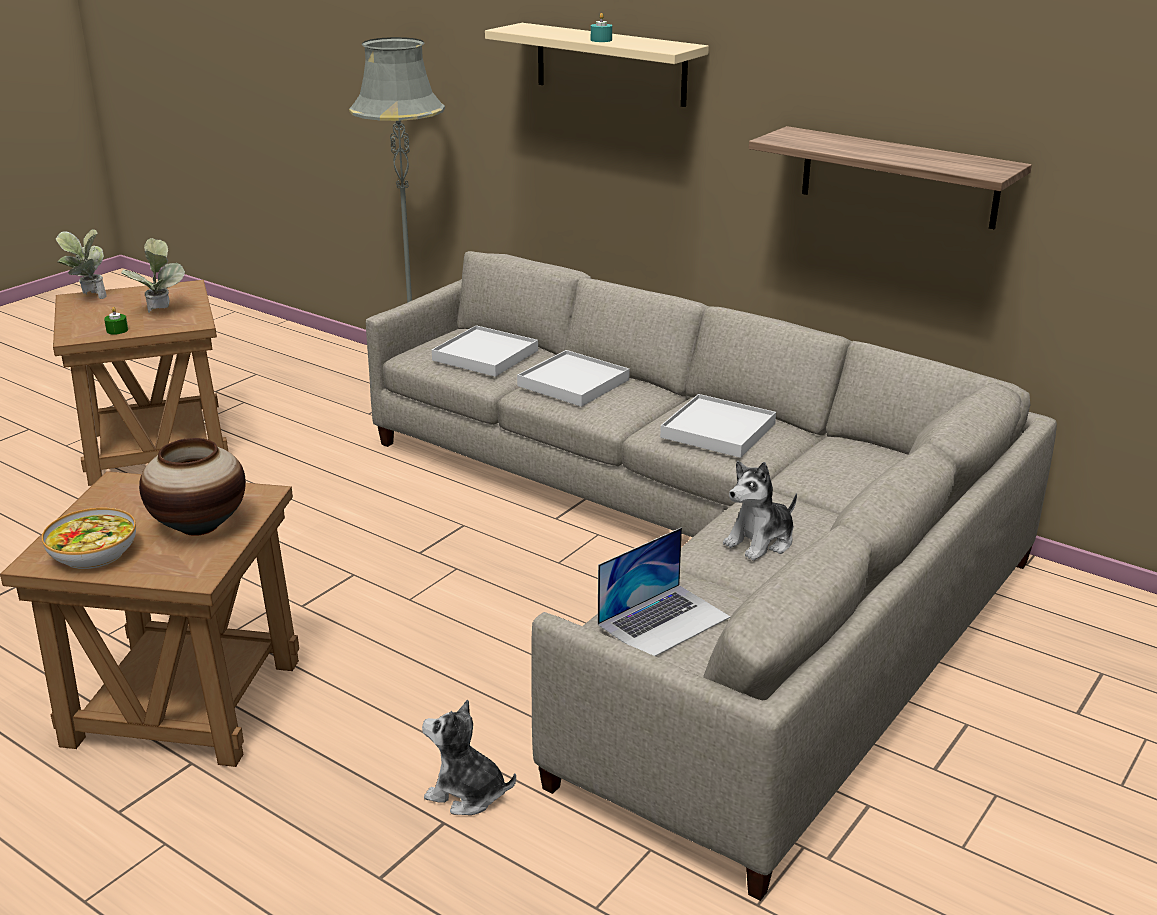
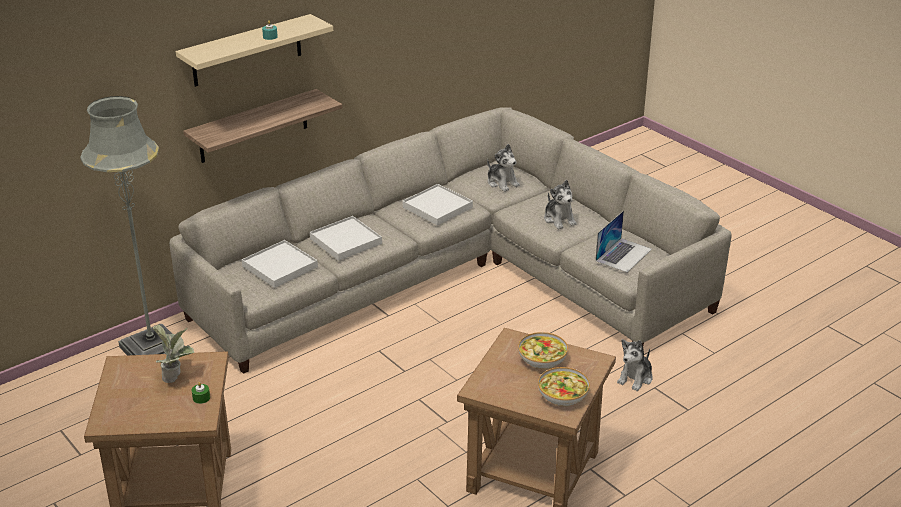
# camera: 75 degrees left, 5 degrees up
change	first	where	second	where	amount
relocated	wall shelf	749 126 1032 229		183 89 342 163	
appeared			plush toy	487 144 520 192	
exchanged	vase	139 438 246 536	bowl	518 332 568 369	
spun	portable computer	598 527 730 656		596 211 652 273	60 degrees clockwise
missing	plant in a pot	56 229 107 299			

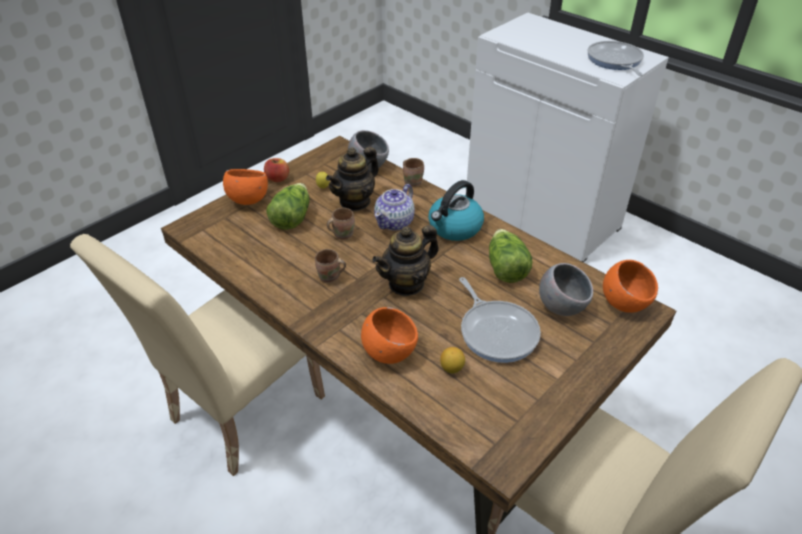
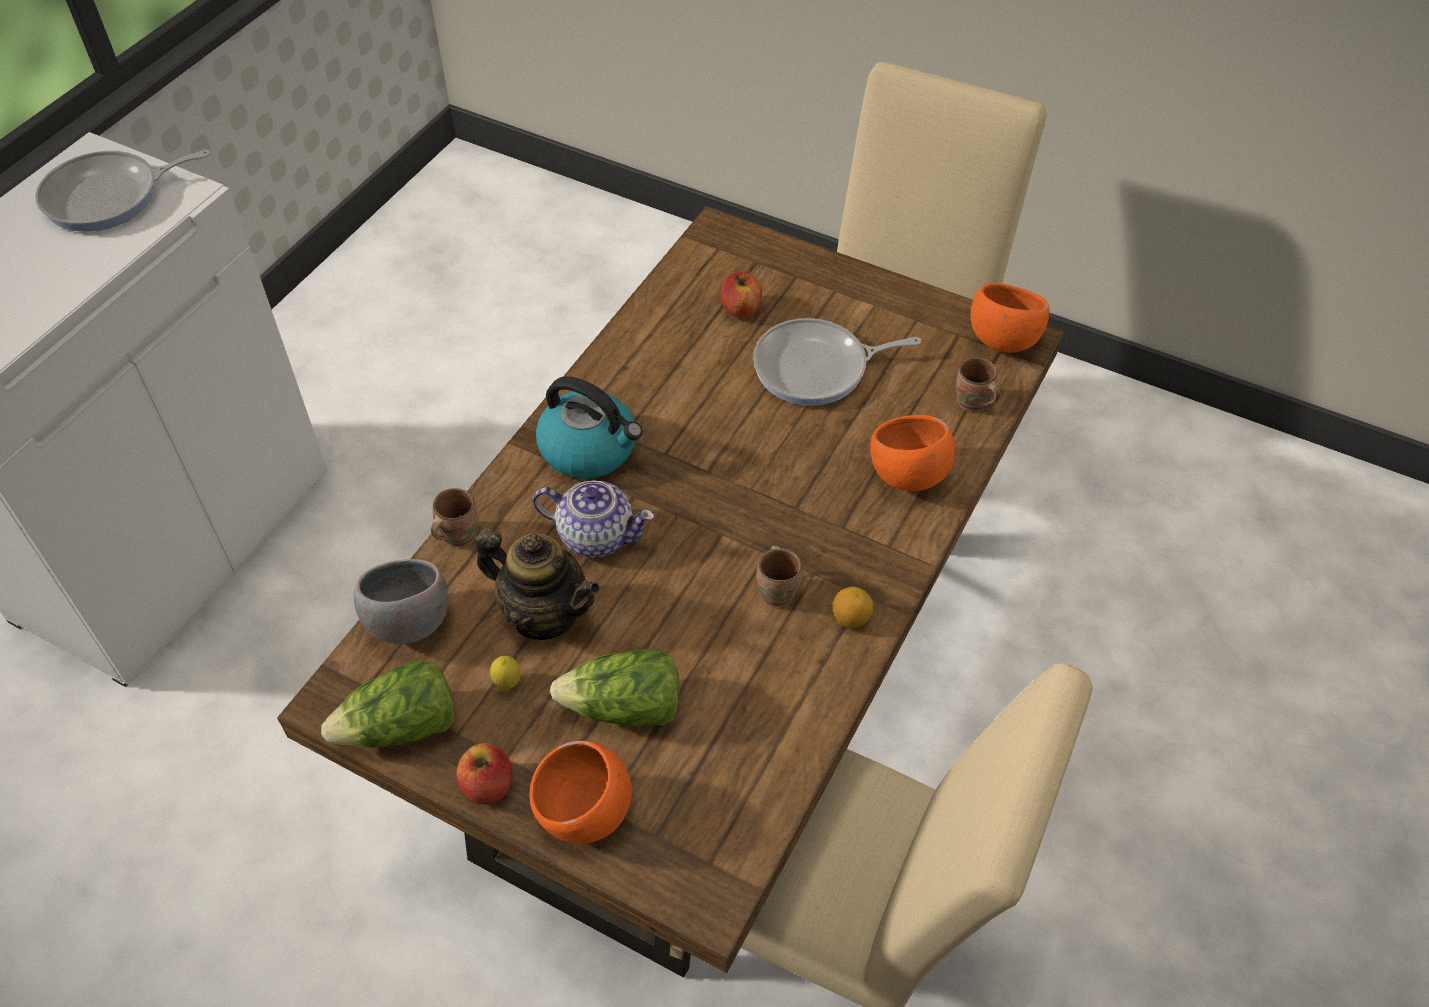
# camera: 105 degrees left, 10 degrees up
change	first	where	second	where	amount
relocated	lettuce head	489 229 532 283		321 660 454 748	
exchanged	greyish bowl	539 263 593 316	whole apple	721 271 762 318	
spun	pan	459 277 541 363		753 318 921 406	150 degrees counterclockwise
relocated	citrus fruit	440 347 465 373		833 587 873 628	
relocated	brown-coloured mug	327 208 355 240		956 357 1000 412	
relocated	orange bowl	603 260 658 313		971 283 1050 353	
missing	teapot	372 225 439 297			

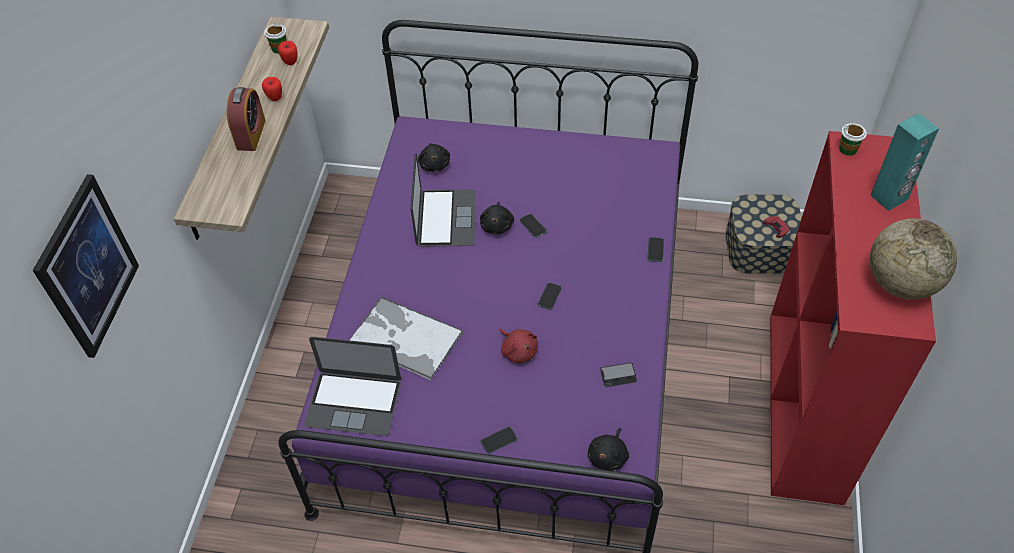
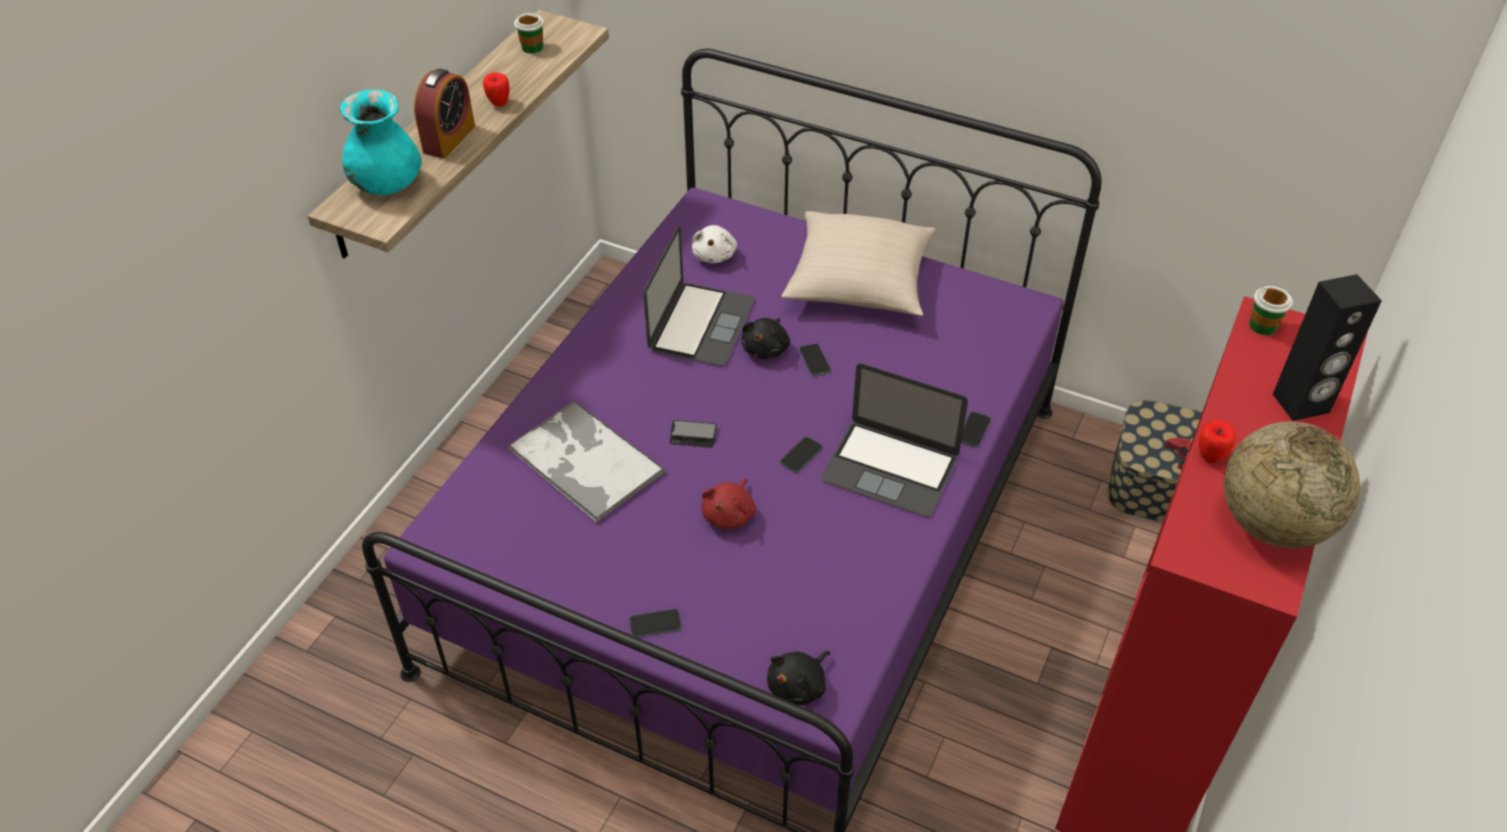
# camera: 15 degrees right, 5 degrees down
change	first	where	second	where	amount
appeared			turquoise vase	340 89 422 195	
relocated	telephone	600 362 637 387		669 420 717 448	
colour	black plush toy	418 143 450 172	white-coloured plush toy	692 225 737 263	
spun	reddish plush toy	500 329 538 363		701 479 756 529	45 degrees clockwise
appeared			beige pillow	781 211 936 316	
relocated	portable computer	304 337 401 436		821 363 968 517	
relocated	whole apple	278 41 298 65		1199 420 1236 463	
colour	turquoise audio speaker	870 113 939 211	black audio speaker	1273 274 1382 421	
missing	picture	32 174 139 358			

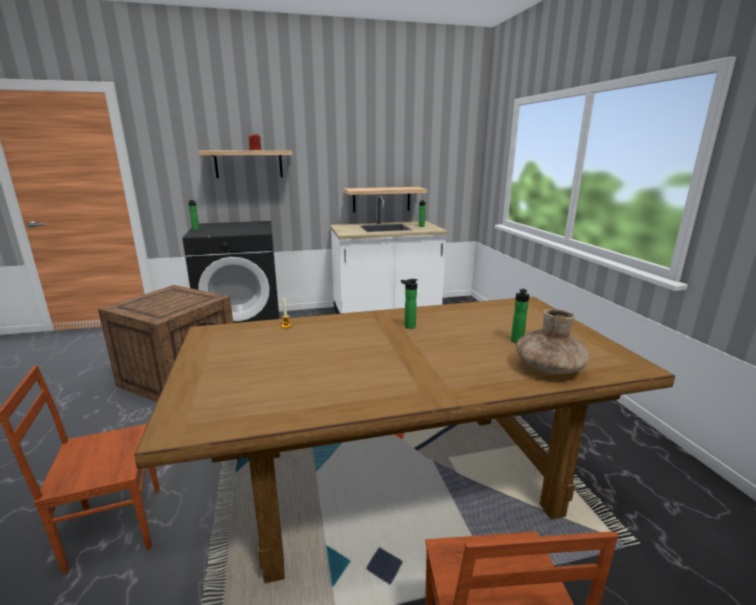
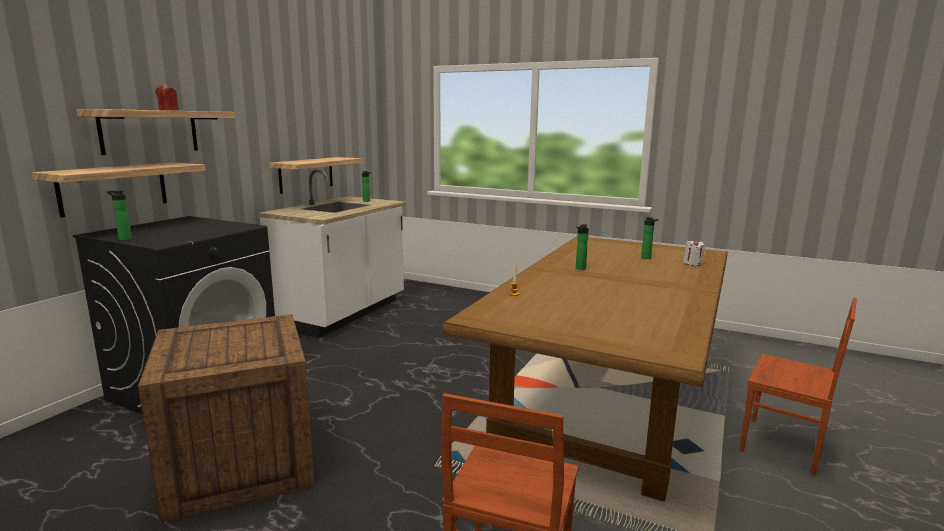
# camera: 50 degrees left, 5 degrees down
change	first	where	second	where	amount
appeared			wall shelf	32 162 205 217	
exchanged	brown-coloured vase	516 309 590 374	white-coloured candle	683 239 705 266	

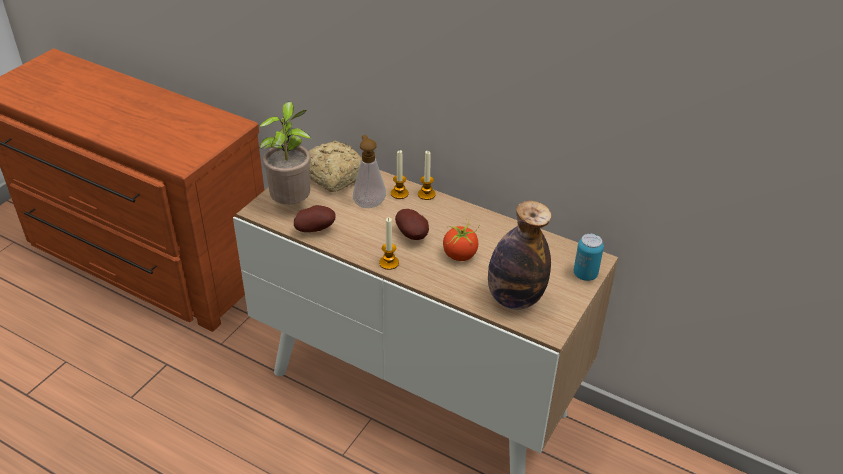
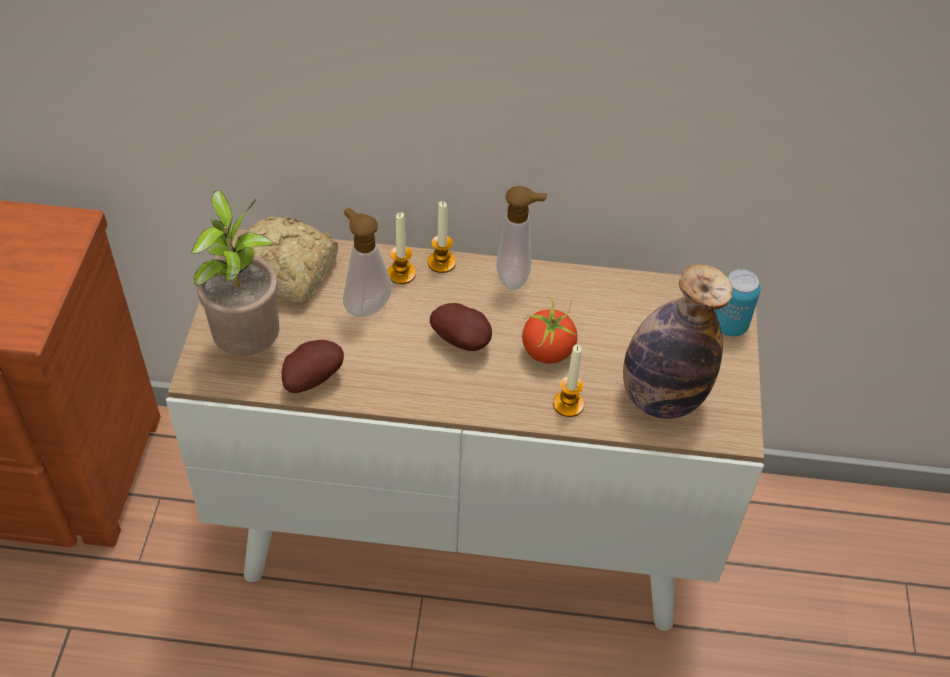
# camera: 25 degrees left, 10 degrees up
change	first	where	second	where	amount
appeared			liquid soap bottle	496 186 547 290	
relocated	candle	379 217 399 270		553 345 584 417	

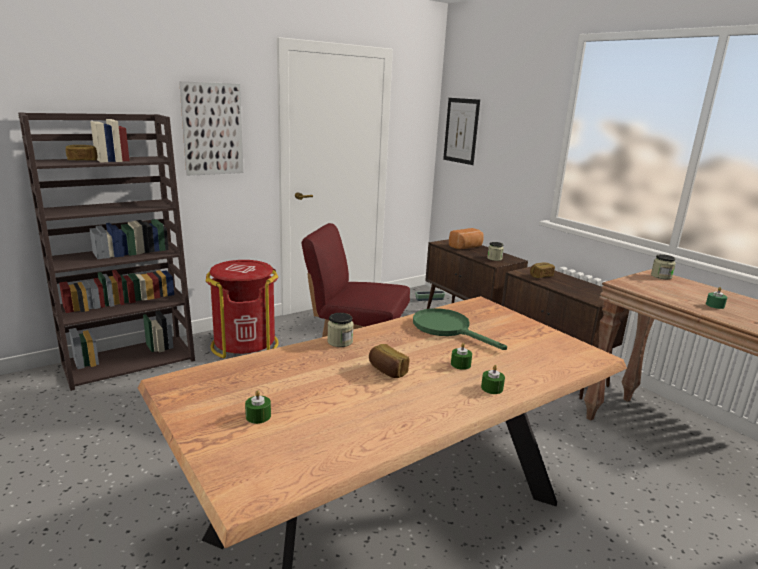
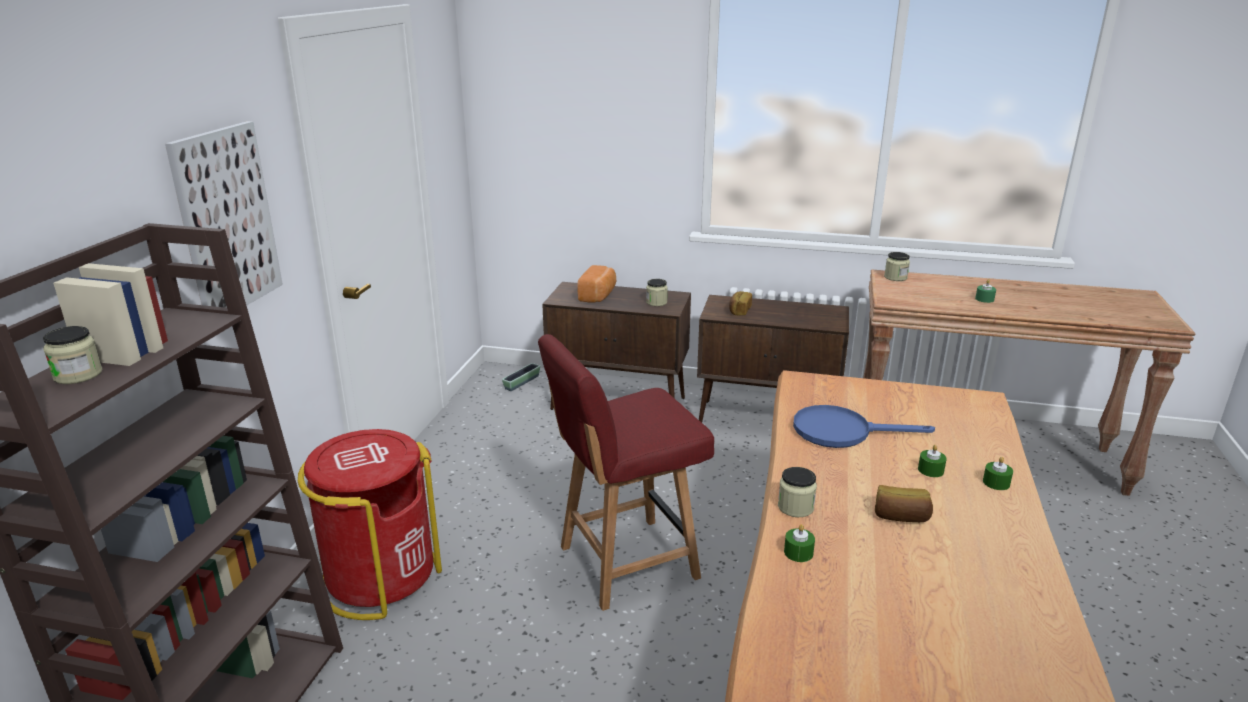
# camera: 40 degrees left, 5 degrees up
change	first	where	second	where	amount
exchanged	bread	66 145 98 160	preserve jar	43 326 102 384	
relocated	green candle	245 390 271 424		784 524 815 562	
colour	green pan	413 308 507 350	blue-coloured pan	793 405 935 448	
missing	picture	443 98 480 165			

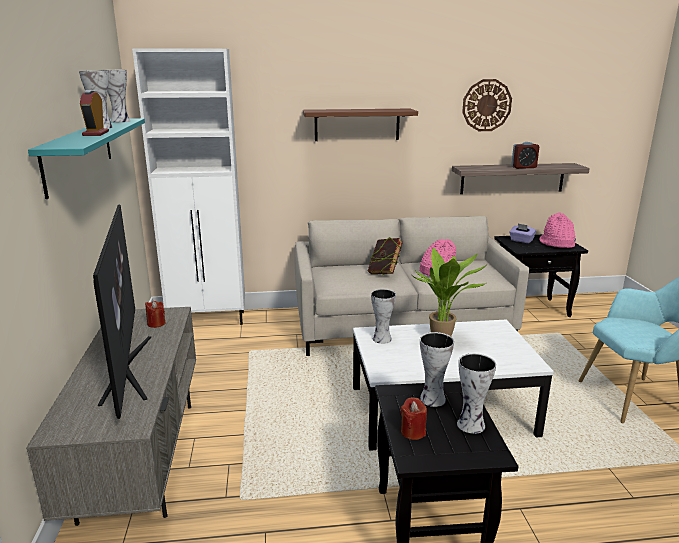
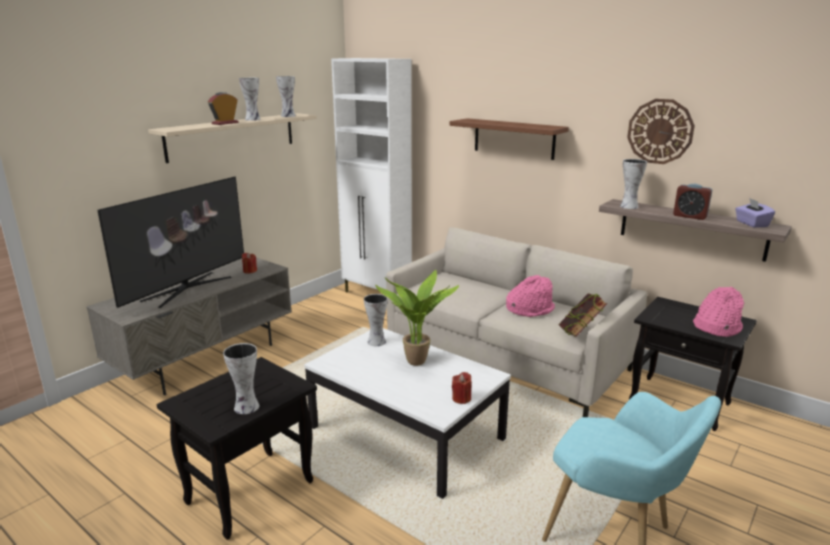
# camera: 45 degrees right, 0 degrees up
change	first	where	second	where	amount
colour	turquoise wall shelf	28 118 145 199	beige wall shelf	148 113 317 163	
relocated	reddish candle	401 397 427 440		452 372 472 404	
relocated	volume	368 237 403 275		558 293 607 337	
relocated	vase	420 332 454 407		620 159 647 209	
relocated	purplish tissue holder	509 223 536 243		735 198 775 228	

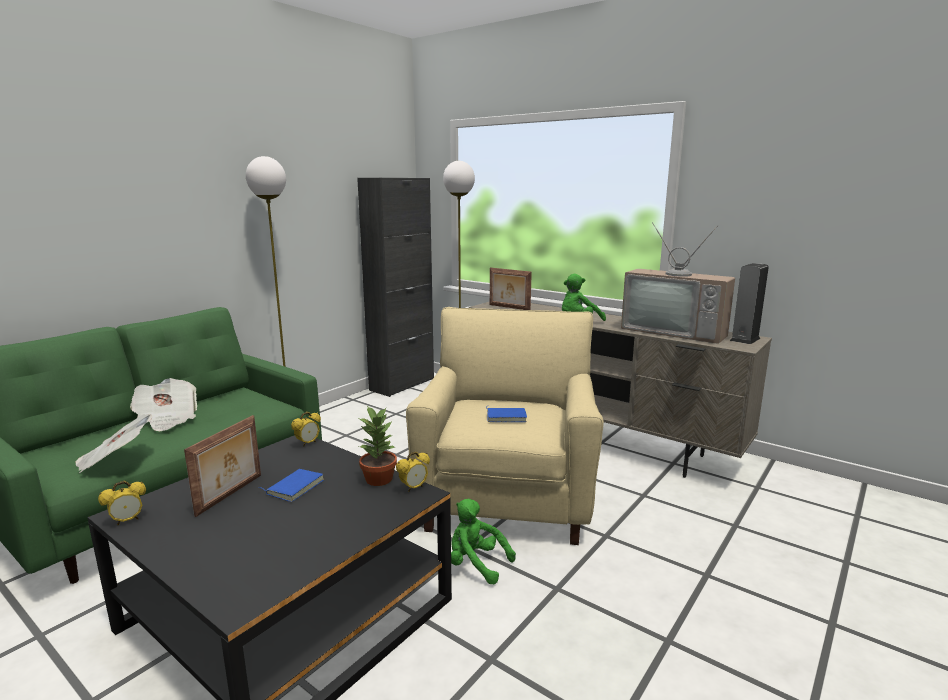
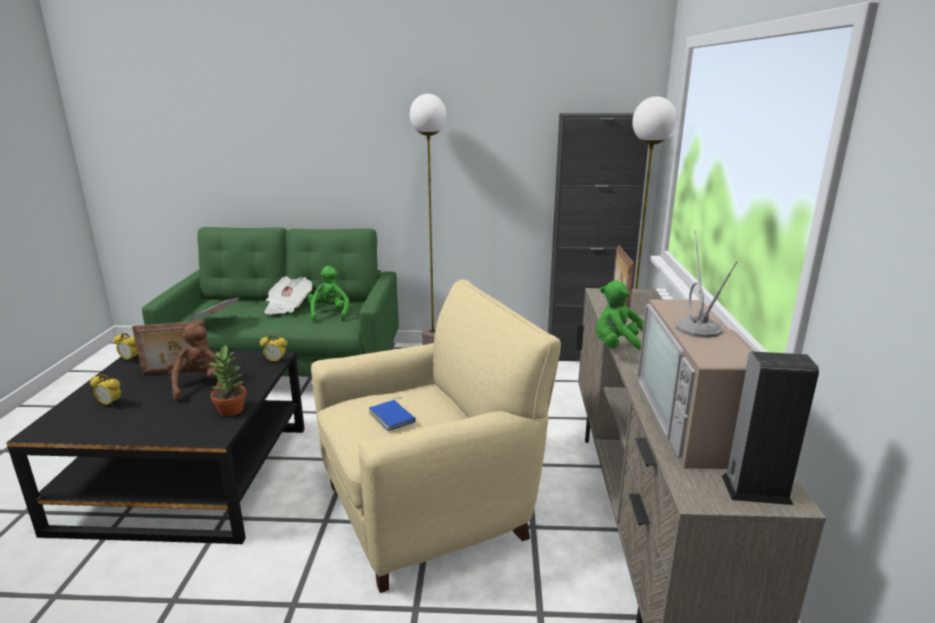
# camera: 55 degrees right, 5 degrees up
change	first	where	second	where	amount
relocated	bedside clock	396 452 430 492		90 374 121 407	
exchanged	blue-coloured volume	258 469 324 502	brown-coloured plush toy	166 323 222 400	
relocated	green plush toy	451 499 516 584		308 266 349 321	

